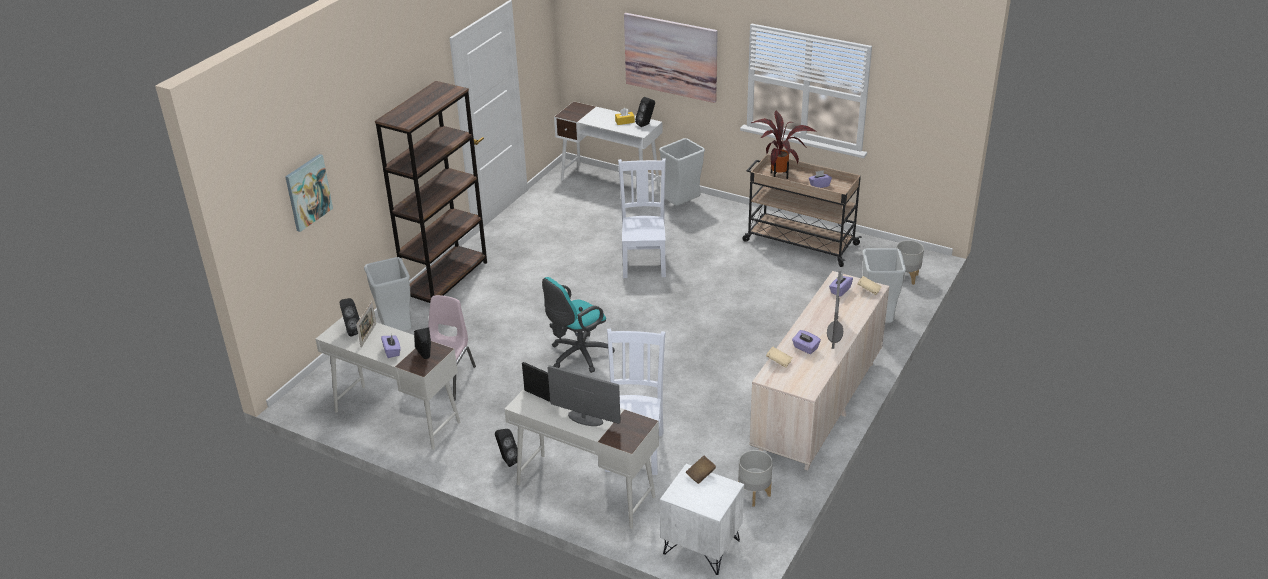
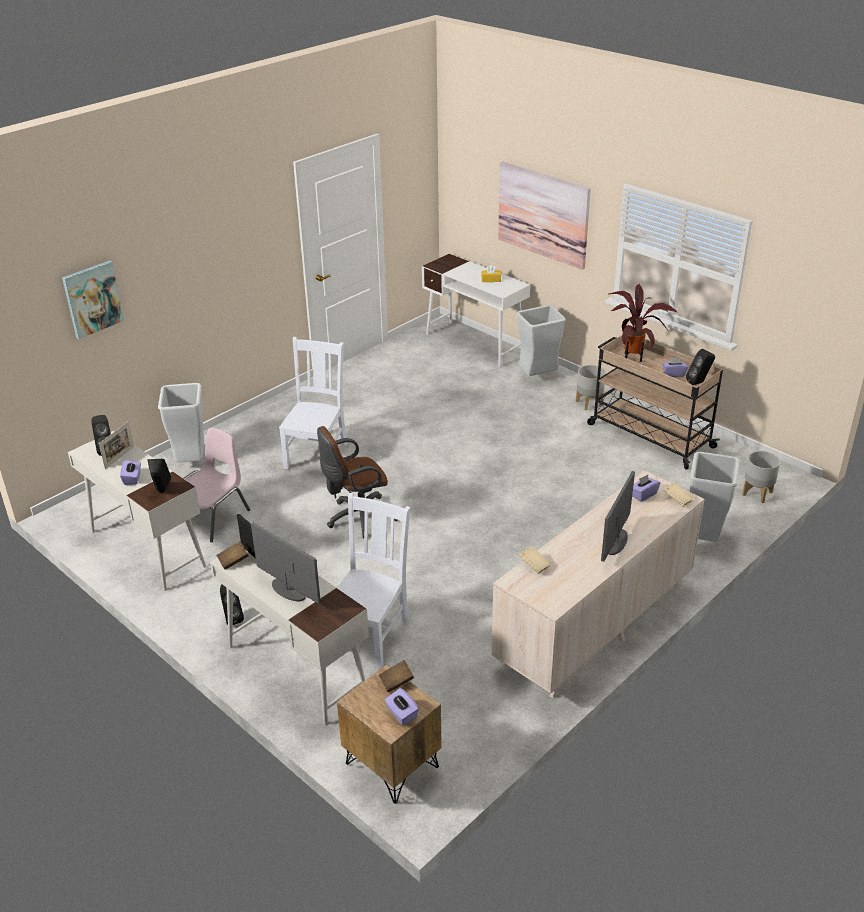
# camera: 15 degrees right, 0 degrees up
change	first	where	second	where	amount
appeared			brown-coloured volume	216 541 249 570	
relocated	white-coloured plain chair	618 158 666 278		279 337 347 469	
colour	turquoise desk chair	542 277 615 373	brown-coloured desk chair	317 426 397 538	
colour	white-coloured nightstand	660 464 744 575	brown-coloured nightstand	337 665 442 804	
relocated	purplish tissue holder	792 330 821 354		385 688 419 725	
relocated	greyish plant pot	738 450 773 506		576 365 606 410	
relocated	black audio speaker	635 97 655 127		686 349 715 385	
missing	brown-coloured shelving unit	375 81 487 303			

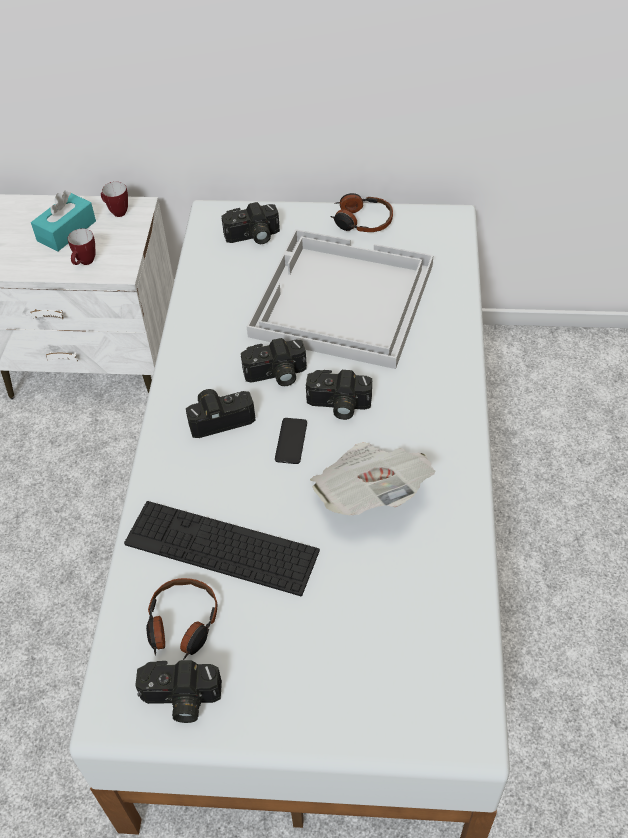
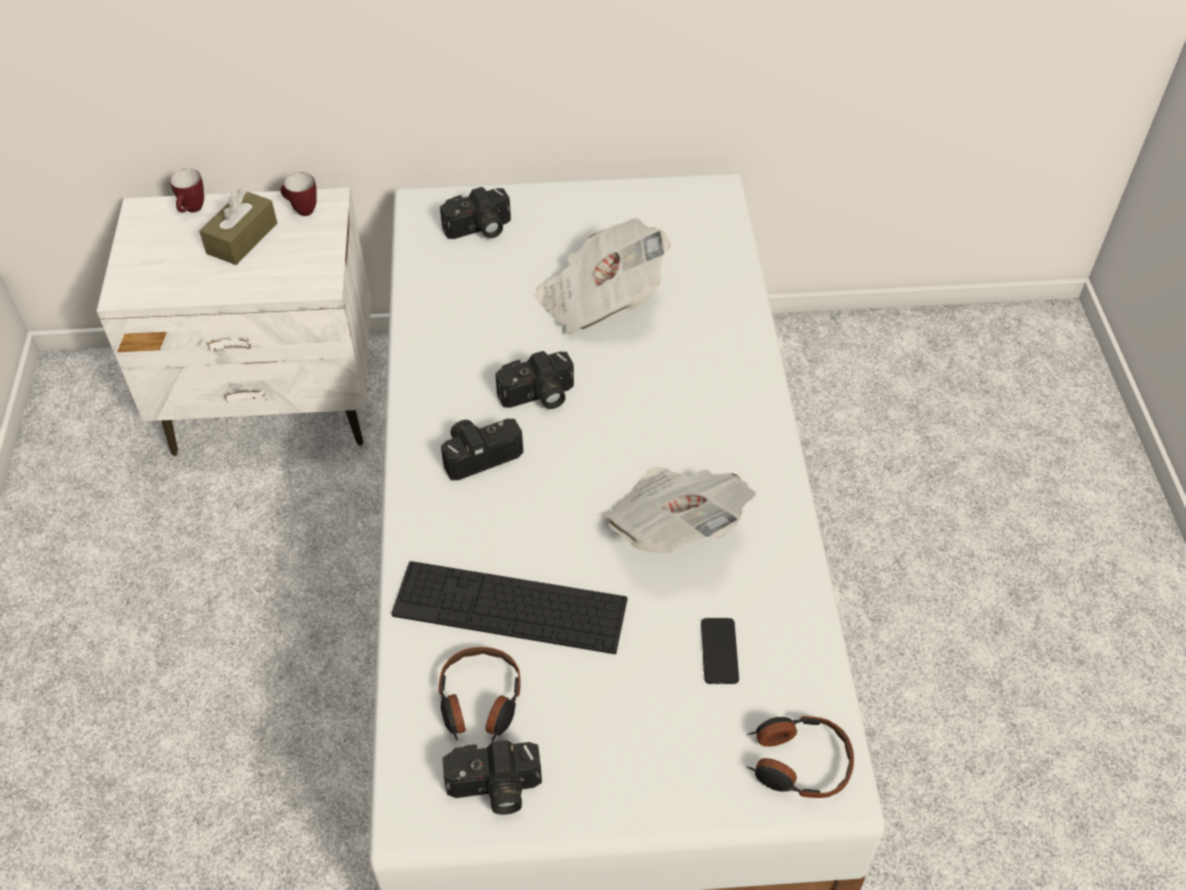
# camera: 10 degrees left, 0 degrees up
change	first	where	second	where	amount
relocated	mug	68 229 96 265		170 169 204 213	
colour	turquoise tissue holder	31 191 96 252	brown-coloured tissue holder	199 188 277 265	
exchanged	white-coloured tray	247 229 433 369	daily paper	535 218 670 335	
relocated	telephone	275 418 307 464		701 618 739 684	
relocated	pair of headphones	330 193 393 232		746 716 854 798	
missing	photo camera	306 370 372 420			

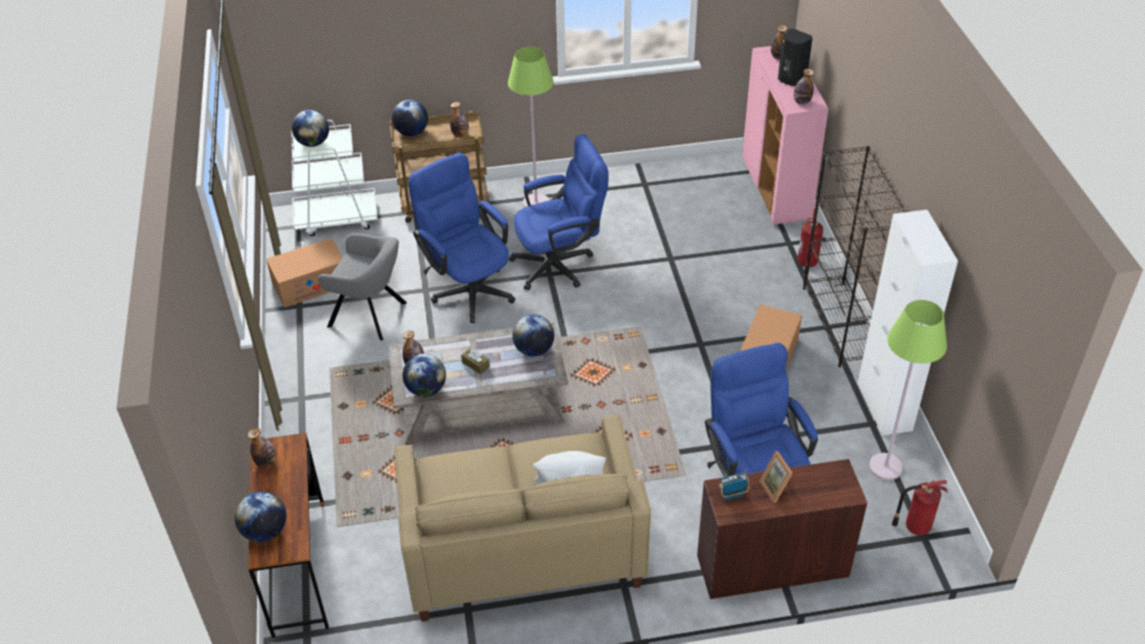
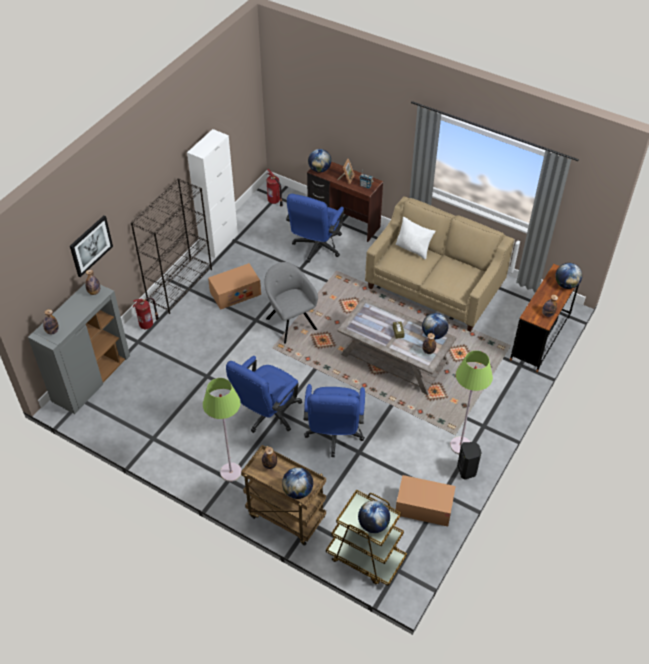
# camera: 140 degrees left, 5 degrees up
change	first	where	second	where	amount
colour	pink storage cabinet	742 46 829 225	greyish storage cabinet	28 283 130 414	
appeared			picture	70 216 113 277	
spun	blue-coloured desk chair	509 134 609 290		226 356 302 433	75 degrees counterclockwise
relocated	greyish lounge chair	318 233 407 341		264 262 318 344	
relocated	globe	512 314 554 356		308 149 331 173	
colour	white-coloured cart	291 120 378 236	brown-coloured cart	326 490 407 586	
relocated	green standing lamp	869 300 947 480		450 350 493 454	
relocated	black audio speaker	778 29 812 86		457 442 482 480	

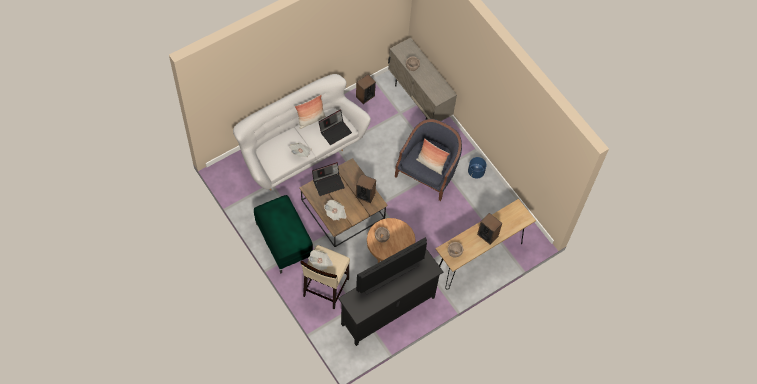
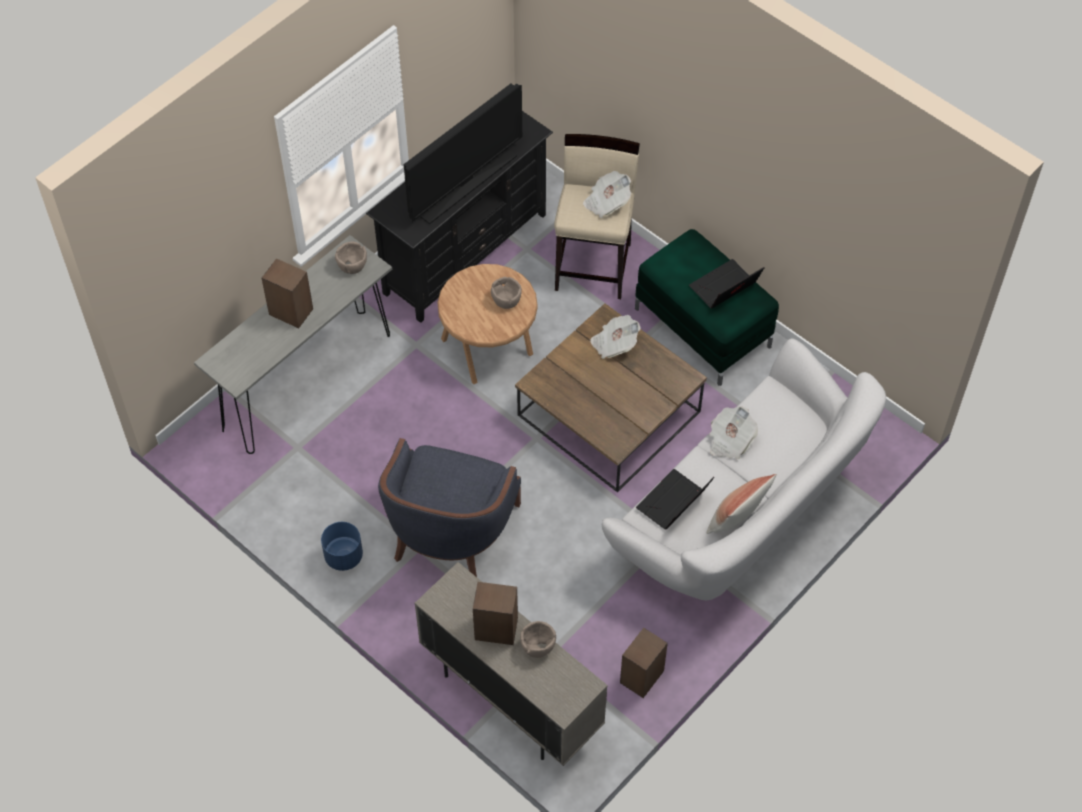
# camera: 170 degrees right, 5 degrees down
change	first	where	second	where	amount
colour	brown-coloured console table	436 199 536 290	greyish console table	194 235 392 454	
relocated	audio speaker	356 174 376 203		473 582 518 645	
relocated	portable computer	312 162 345 196		689 259 765 308	
missing	pillow	416 138 449 175			

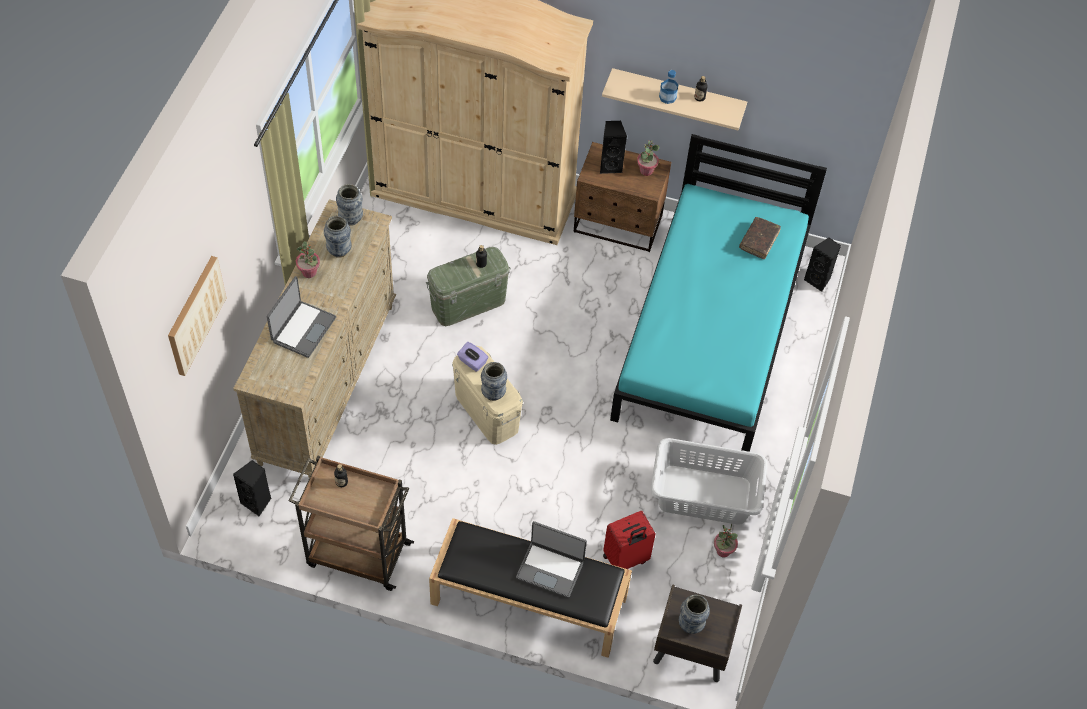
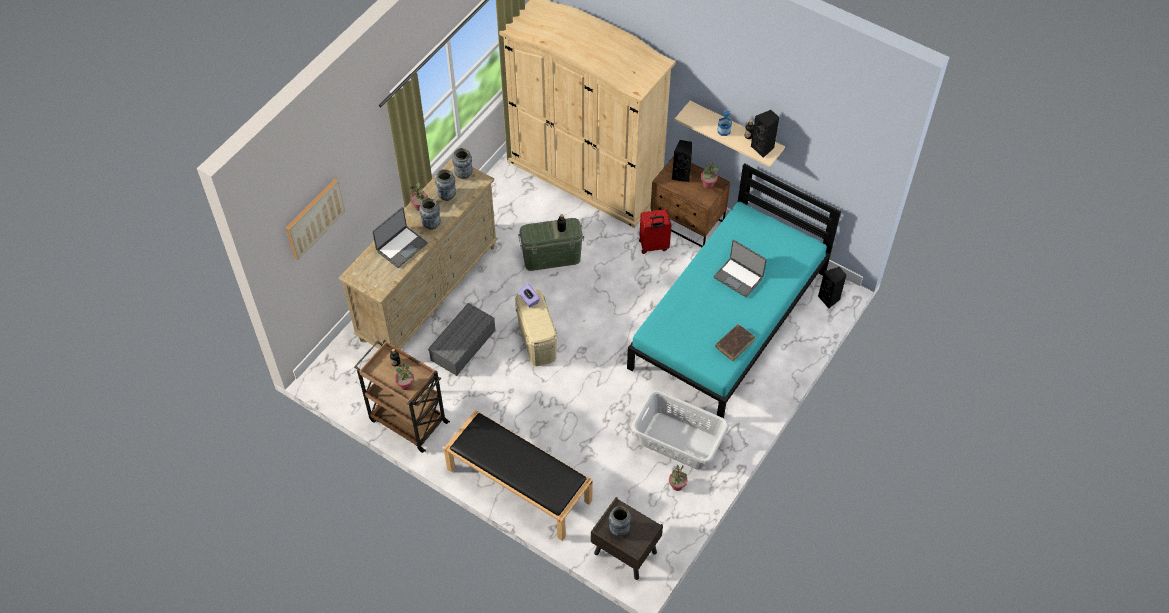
# camera: 20 degrees right, 0 degrees up
change	first	where	second	where	amount
appeared			plant in a pot	395 363 414 390	
relocated	vase	481 362 507 401		419 198 441 230	
appeared			greyish storage container	428 303 495 376	
relocated	reddish suitcase	603 511 656 569		639 209 671 254	
relocated	portable computer	516 521 587 598		714 240 767 297	
relocated	brown-coloured volume	739 217 781 259		716 324 755 361	
relocated	black audio speaker	233 460 271 517		751 110 779 158	

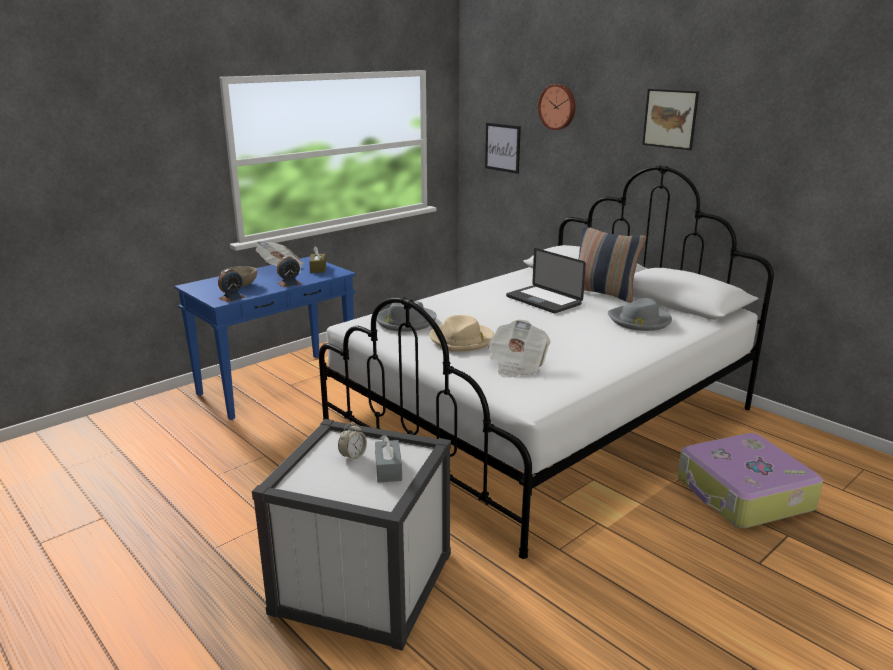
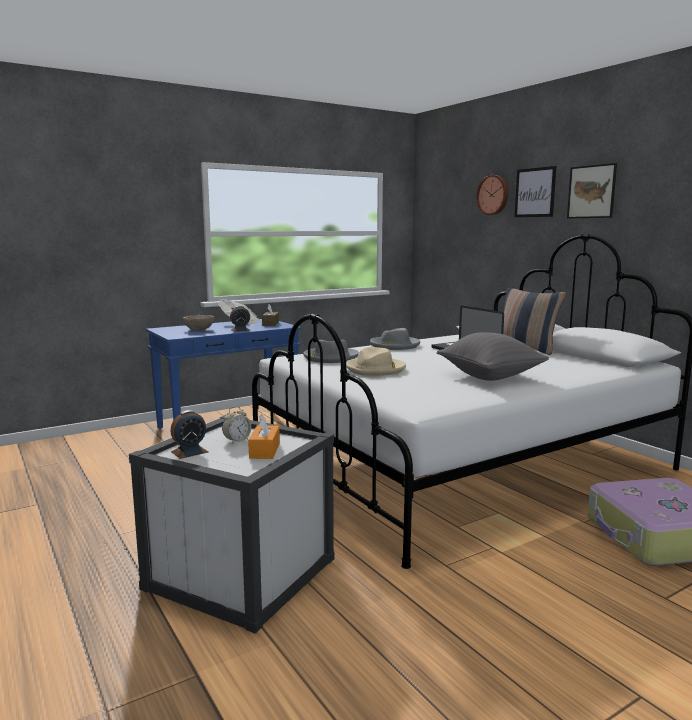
# camera: 10 degrees right, 10 degrees down
change	first	where	second	where	amount
relocated	bedside clock	218 269 245 302		171 410 208 459	
colour	greyish tissue holder	375 435 402 483	orange tissue holder	248 414 280 459	
relocated	greyish clothing hat	608 298 672 331		370 328 420 350	
appeared			greyish pillow	437 332 549 381	
relocated	picture	485 123 521 174		515 166 556 217	
missing	daily paper	488 320 550 378			

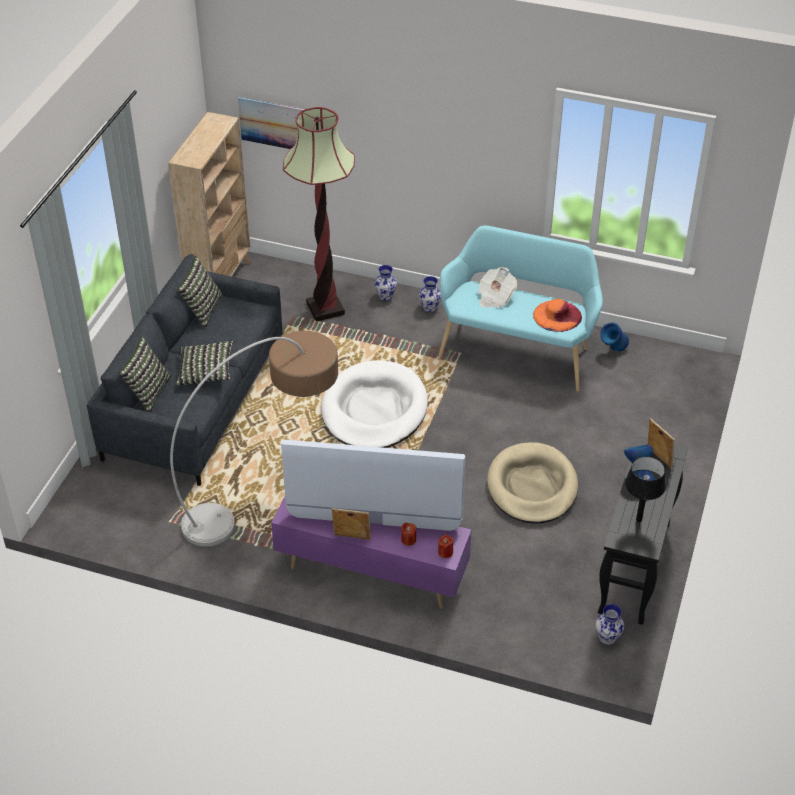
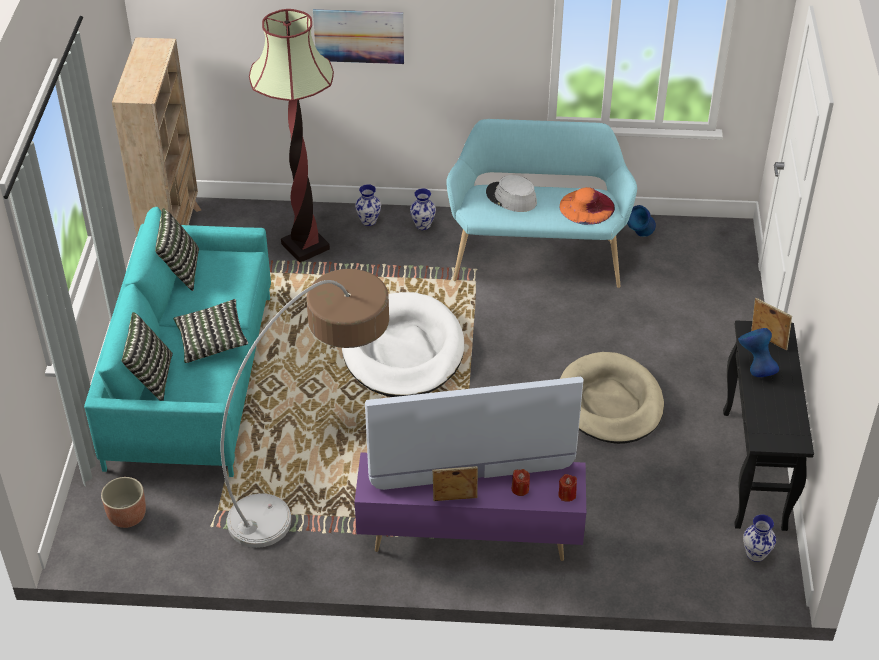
# camera: 15 degrees left, 0 degrees up
change	first	where	second	where	amount
colour	greyish sofa	87 254 283 486	turquoise sofa	84 207 271 477	
appeared			plant pot	101 477 146 528	
relocated	picture	238 97 304 149		313 9 404 64	
exchanged	daily paper	478 267 517 308	greyish clothing hat	486 175 537 212	
missing	black lamp for a table	625 456 666 523			

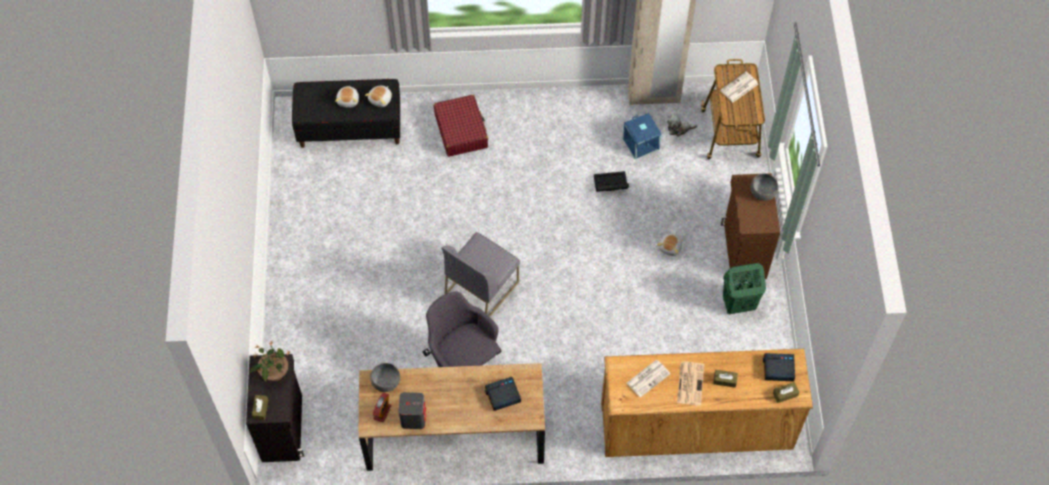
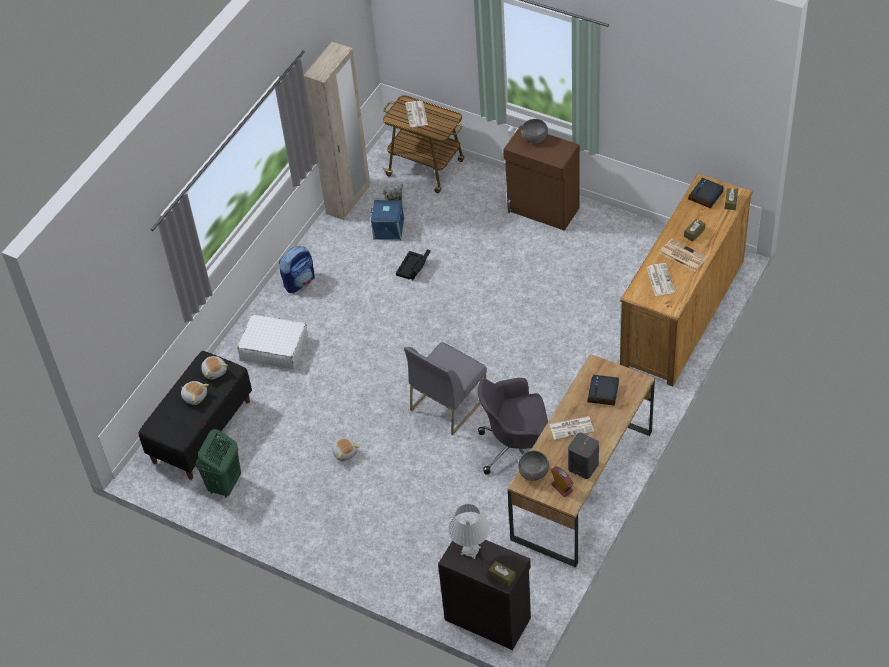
# camera: 55 degrees left, 10 degrees down
change	first	where	second	where	amount
relocated	green laundry basket	723 263 766 314		196 429 241 498	
colour	reddish suitcase	434 95 488 157	white-coloured suitcase	237 315 308 369	
appeared			knapsack	279 246 315 293	
relocated	plush toy	657 233 682 256		332 438 360 461	
spun	greyish plain chair	441 232 520 317		404 342 487 435	60 degrees clockwise
exchanged	plant in a pot	249 341 290 382	white-coloured lamp for a table	448 504 490 559	
appeared			daily paper	550 416 594 440	

